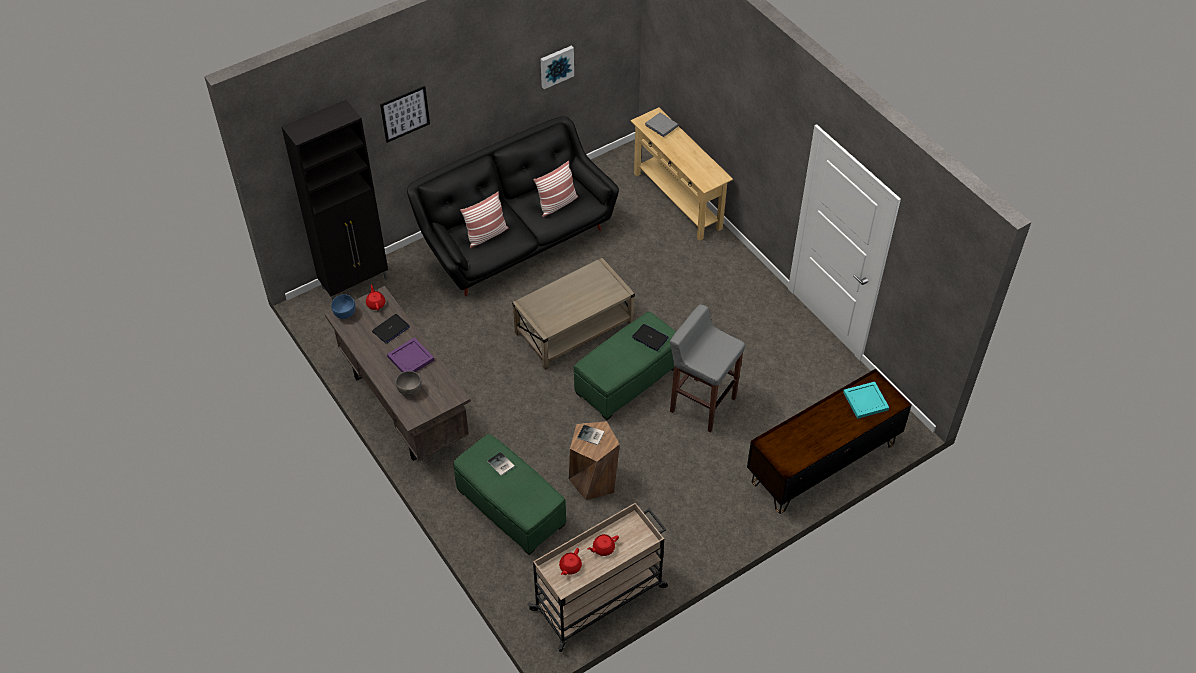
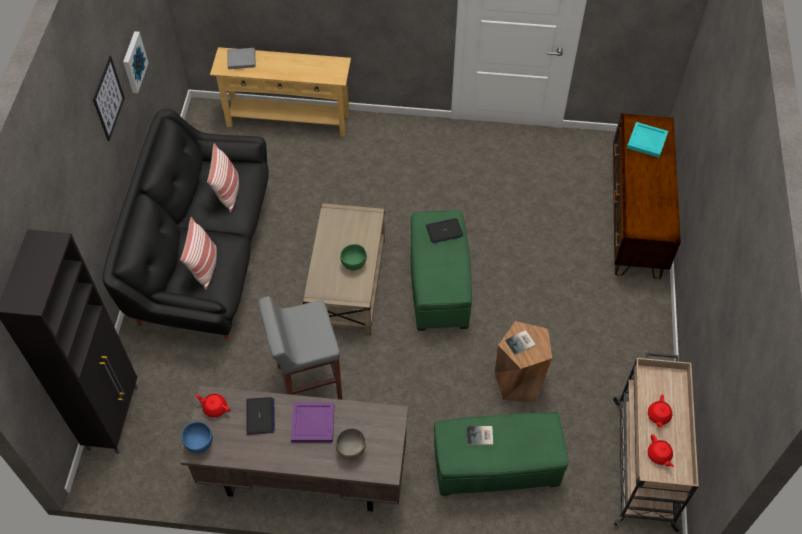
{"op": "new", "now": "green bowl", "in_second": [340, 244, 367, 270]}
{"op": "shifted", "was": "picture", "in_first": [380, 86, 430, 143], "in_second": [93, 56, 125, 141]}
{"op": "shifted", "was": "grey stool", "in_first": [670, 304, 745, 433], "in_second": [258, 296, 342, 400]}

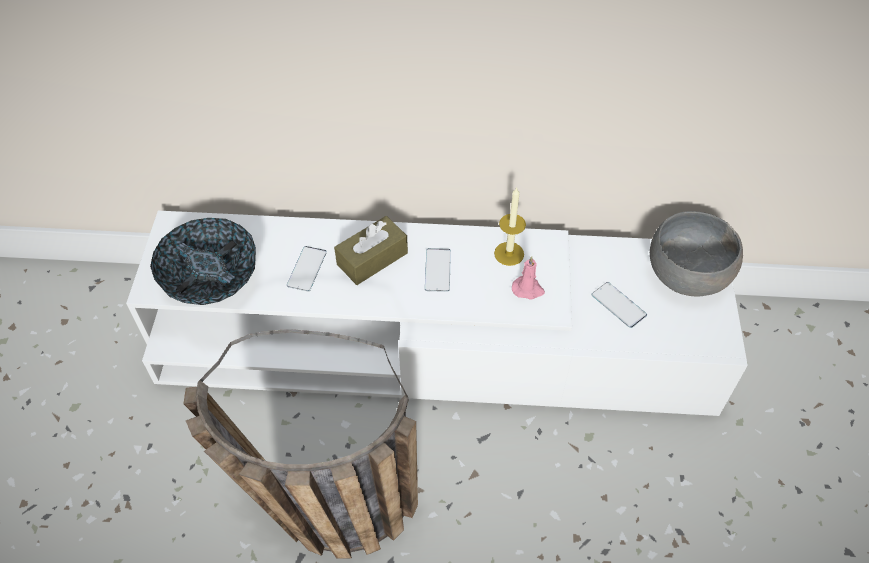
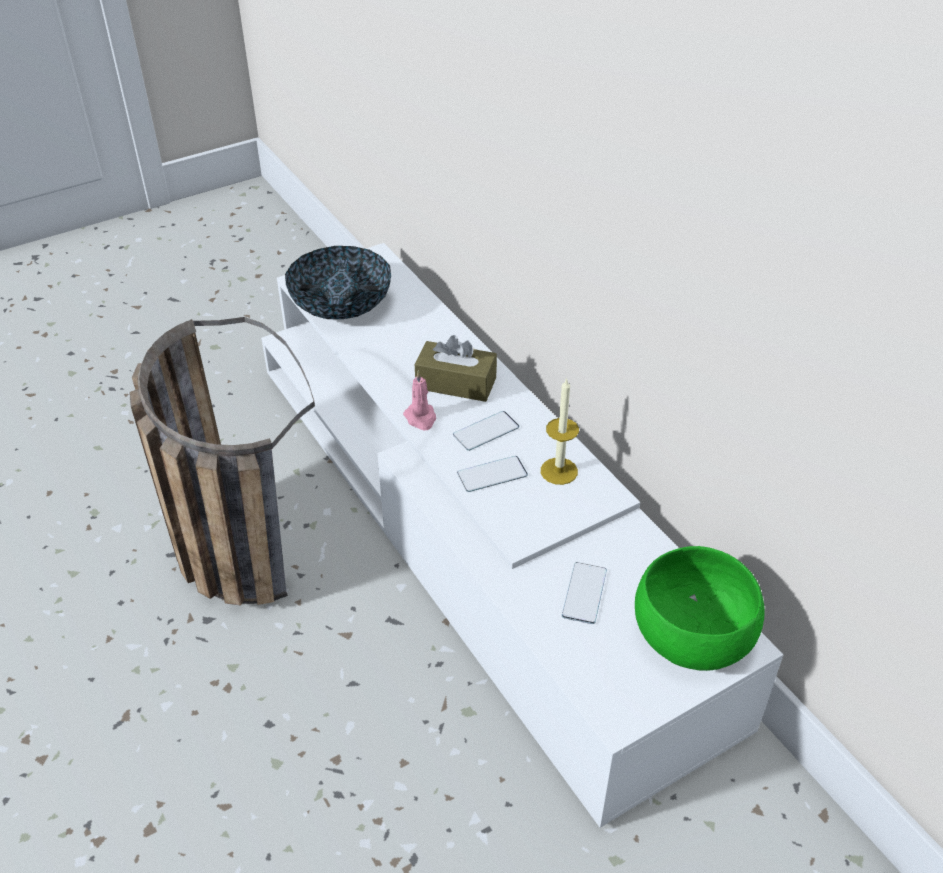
{"op": "shifted", "was": "phone", "in_first": [287, 246, 327, 291], "in_second": [457, 456, 528, 492]}
{"op": "shifted", "was": "pink candle", "in_first": [512, 256, 545, 299], "in_second": [403, 370, 436, 431]}
{"op": "repainted", "was": "grey bowl", "now": "green bowl", "in_first": [650, 211, 743, 296], "in_second": [635, 546, 765, 671]}

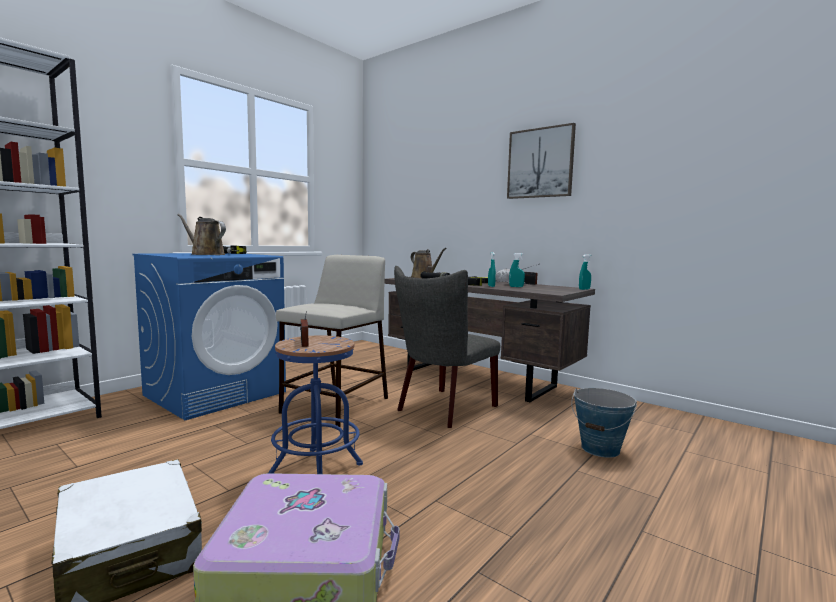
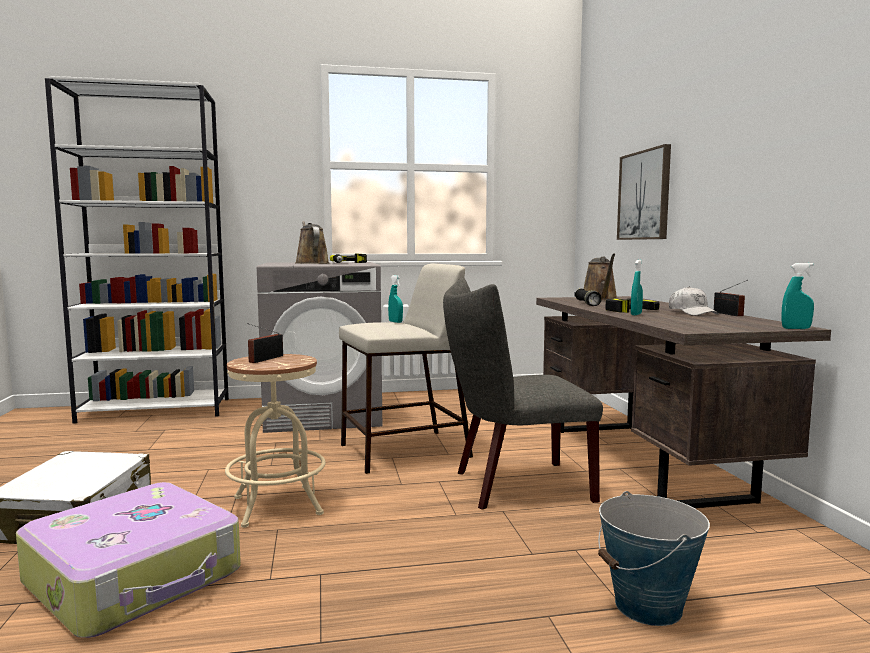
{"op": "shifted", "was": "picture", "in_first": [507, 123, 576, 199], "in_second": [617, 144, 671, 240]}
{"op": "shifted", "was": "turquoise spray bottle", "in_first": [509, 253, 525, 287], "in_second": [388, 275, 403, 323]}
{"op": "repainted", "was": "blue washing machine", "now": "grey washing machine", "in_first": [132, 253, 286, 420], "in_second": [257, 262, 382, 433]}
{"op": "repainted", "was": "blue stool", "now": "beige stool", "in_first": [268, 336, 363, 474], "in_second": [225, 354, 326, 528]}

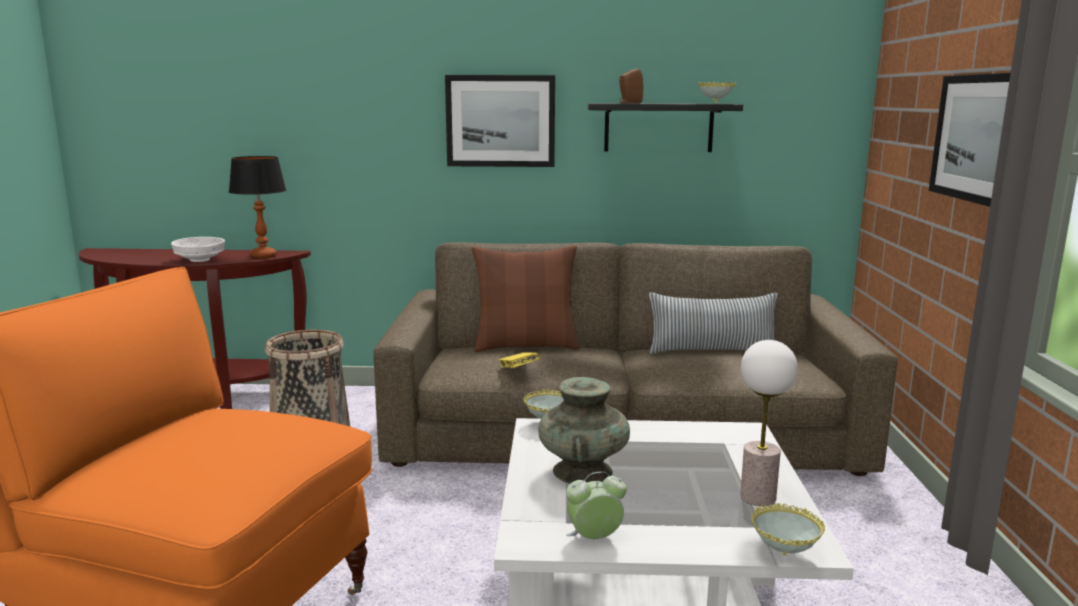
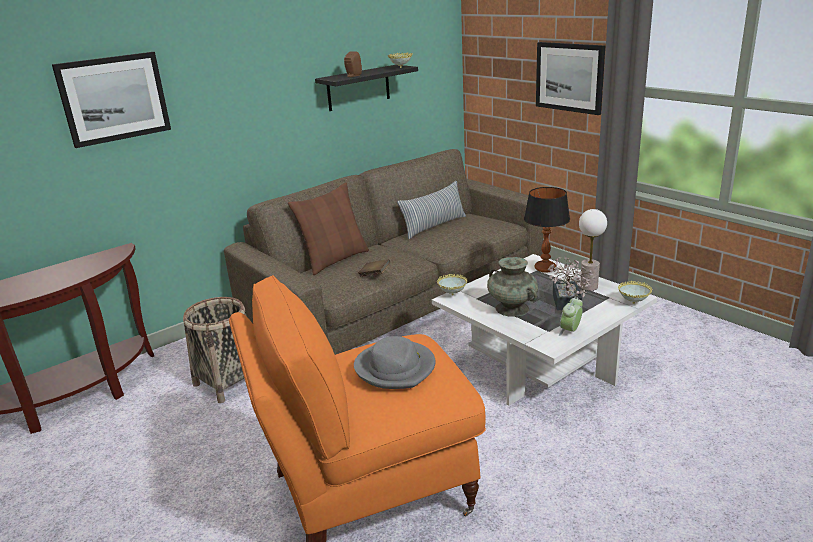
{"op": "gone", "was": "white bowl", "in_first": [171, 237, 225, 262]}
{"op": "new", "now": "grey hat", "in_second": [354, 336, 435, 389]}
{"op": "new", "now": "potted plant", "in_second": [548, 257, 595, 310]}
{"op": "shifted", "was": "table lamp", "in_first": [229, 156, 286, 258], "in_second": [524, 187, 570, 273]}
{"op": "shifted", "was": "picture", "in_first": [445, 75, 555, 167], "in_second": [52, 52, 171, 148]}
{"op": "repainted", "was": "yellow book", "now": "brown book", "in_first": [499, 352, 540, 368], "in_second": [358, 259, 390, 277]}

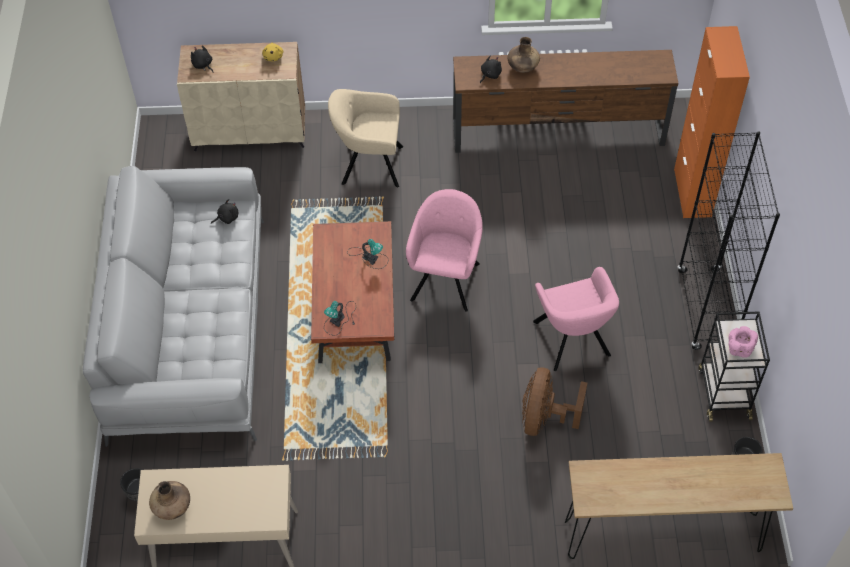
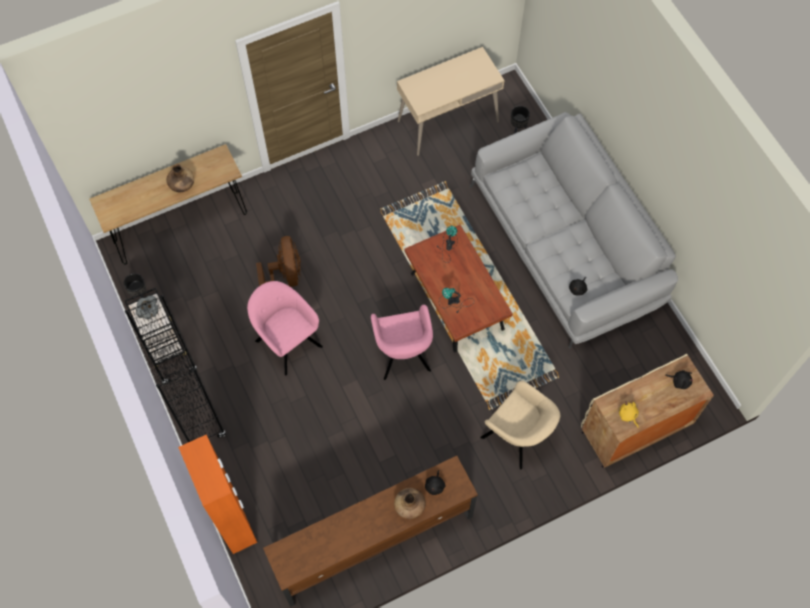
{"op": "shifted", "was": "brown vase", "in_first": [149, 481, 190, 520], "in_second": [167, 164, 194, 192]}
{"op": "repainted", "was": "pink bowl", "now": "grey bowl", "in_first": [729, 326, 758, 358], "in_second": [136, 295, 158, 319]}
{"op": "rotated", "was": "beige armchair", "in_first": [328, 89, 403, 187], "in_second": [480, 381, 560, 469], "clockwise": 60}

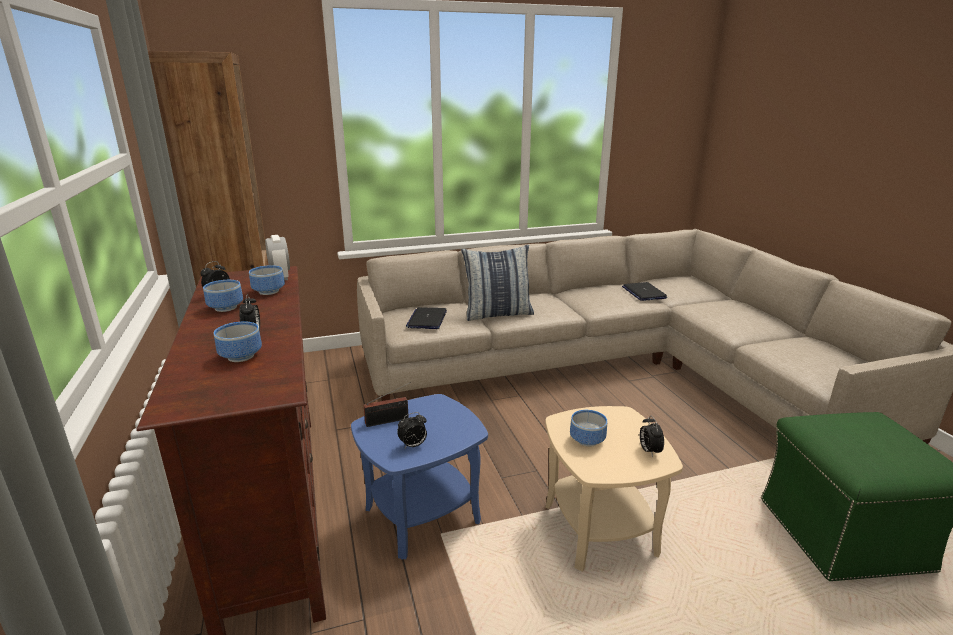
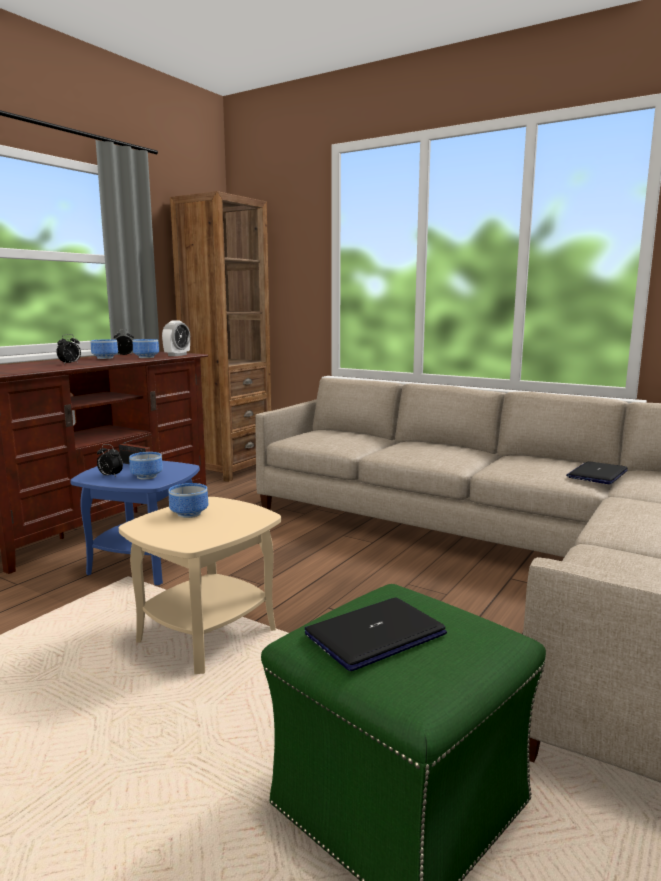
{"op": "gone", "was": "pillow", "in_first": [461, 245, 534, 321]}
{"op": "gone", "was": "alarm clock", "in_first": [640, 416, 664, 458]}
{"op": "shifted", "was": "bowl", "in_first": [214, 322, 262, 362], "in_second": [129, 452, 163, 480]}
{"op": "shifted", "was": "laptop", "in_first": [406, 308, 447, 329], "in_second": [305, 597, 447, 671]}

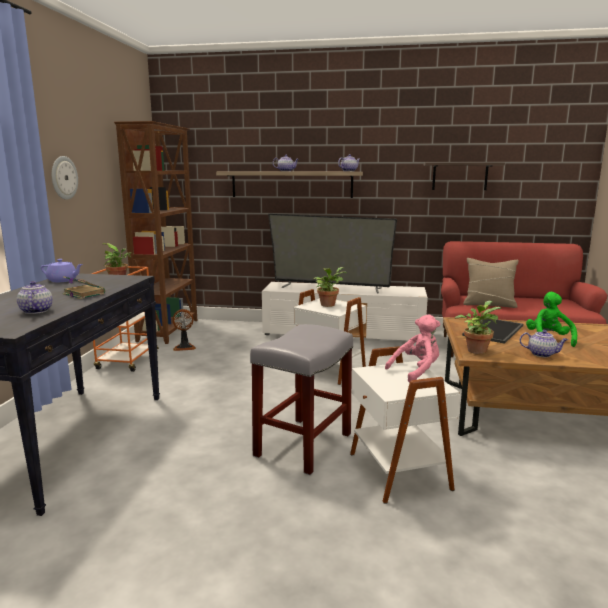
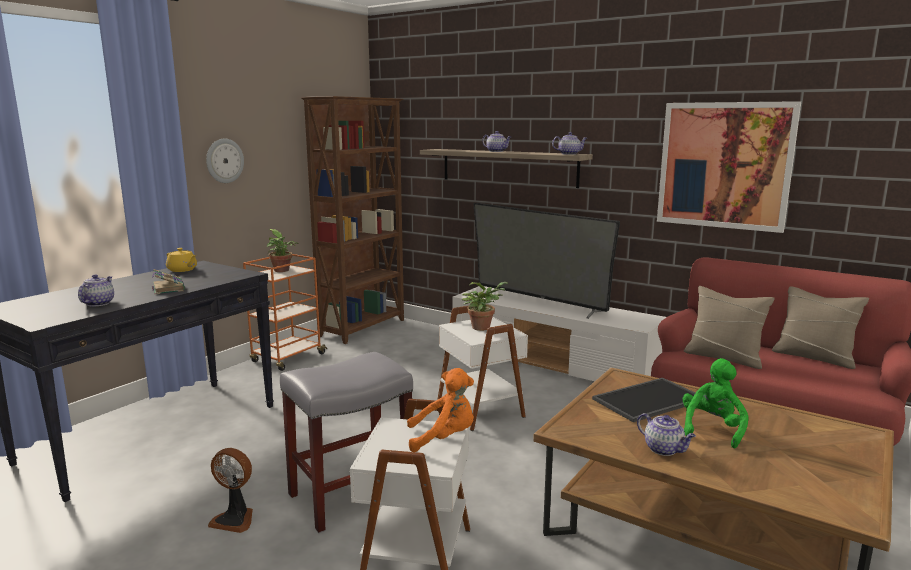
{"op": "gone", "was": "potted plant", "in_first": [455, 301, 501, 354]}
{"op": "new", "now": "beige pillow", "in_second": [772, 286, 869, 369]}
{"op": "shifted", "was": "fan", "in_first": [173, 309, 196, 351], "in_second": [208, 448, 253, 533]}
{"op": "swapped", "was": "shelf", "now": "picture", "in_first": [424, 162, 505, 190], "in_second": [657, 101, 801, 233]}
{"op": "repainted", "was": "purple teapot", "now": "yellow teapot", "in_first": [41, 259, 83, 282], "in_second": [166, 248, 197, 272]}
{"op": "repainted", "was": "pink plush toy", "now": "orange plush toy", "in_first": [385, 314, 440, 383], "in_second": [407, 368, 474, 452]}

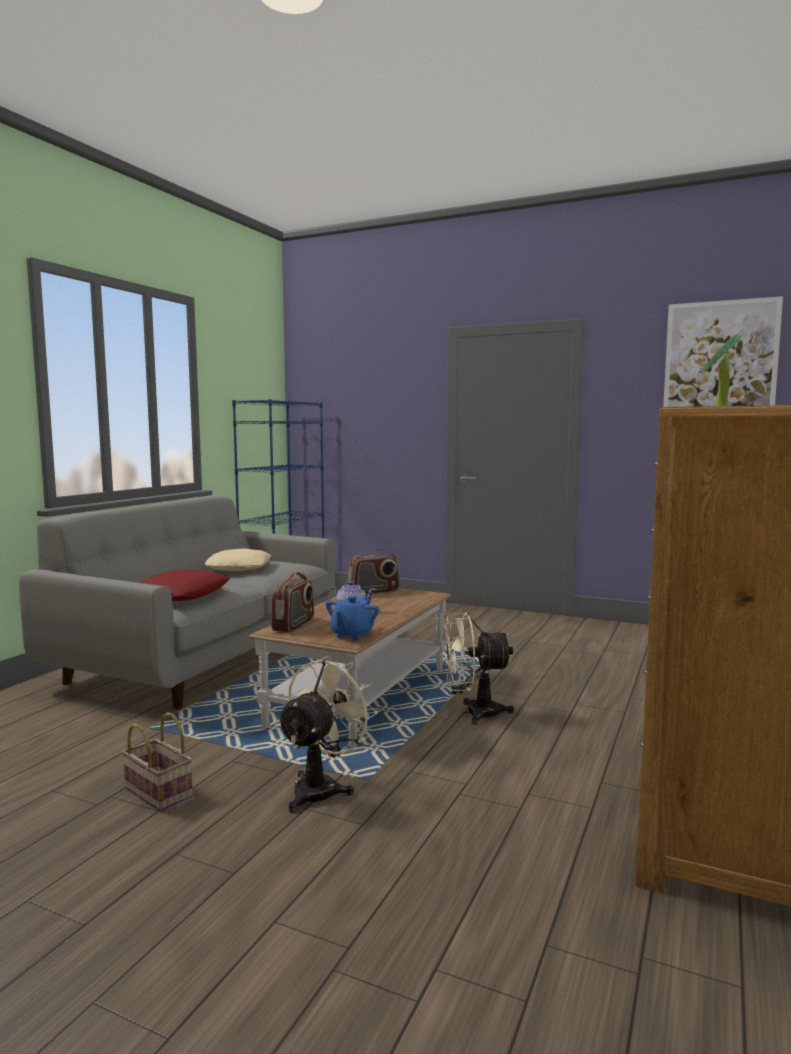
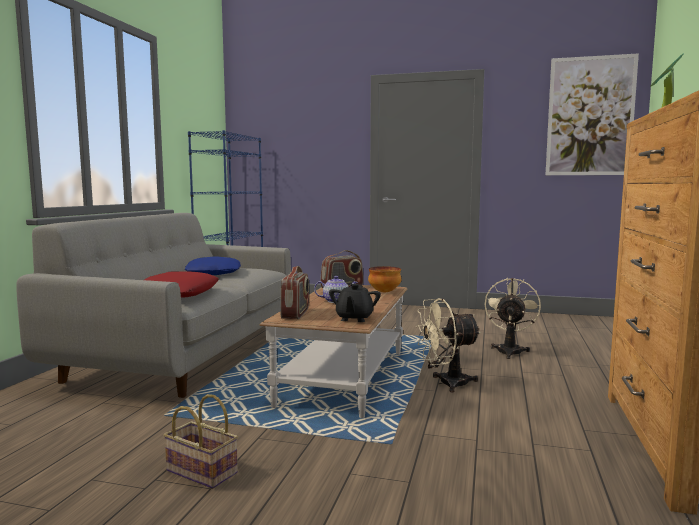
{"op": "new", "now": "bowl", "in_second": [368, 266, 401, 293]}
{"op": "shifted", "was": "beige fan", "in_first": [276, 656, 378, 813], "in_second": [485, 277, 541, 359]}
{"op": "repainted", "was": "beige pillow", "now": "blue pillow", "in_first": [205, 549, 271, 571], "in_second": [185, 256, 241, 275]}
{"op": "repainted", "was": "blue teapot", "now": "black teapot", "in_first": [326, 596, 379, 640], "in_second": [329, 284, 381, 322]}

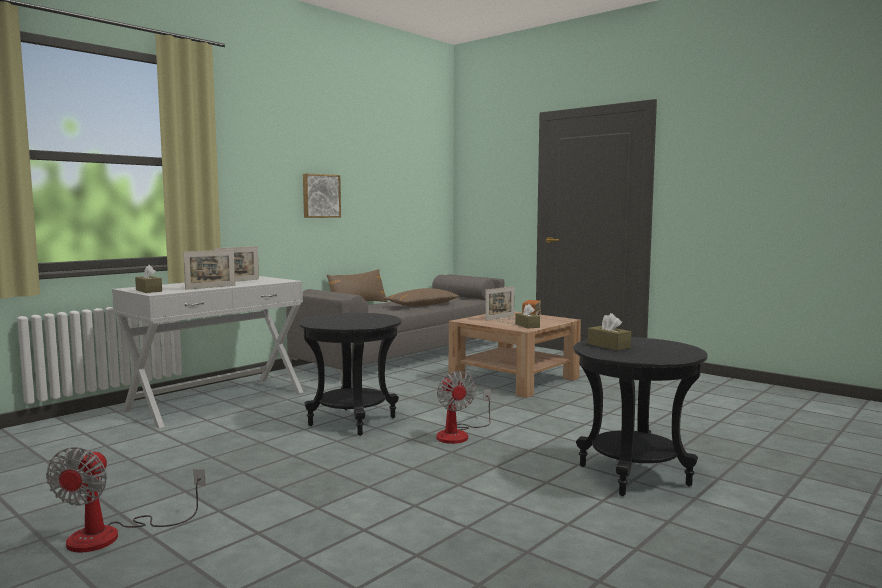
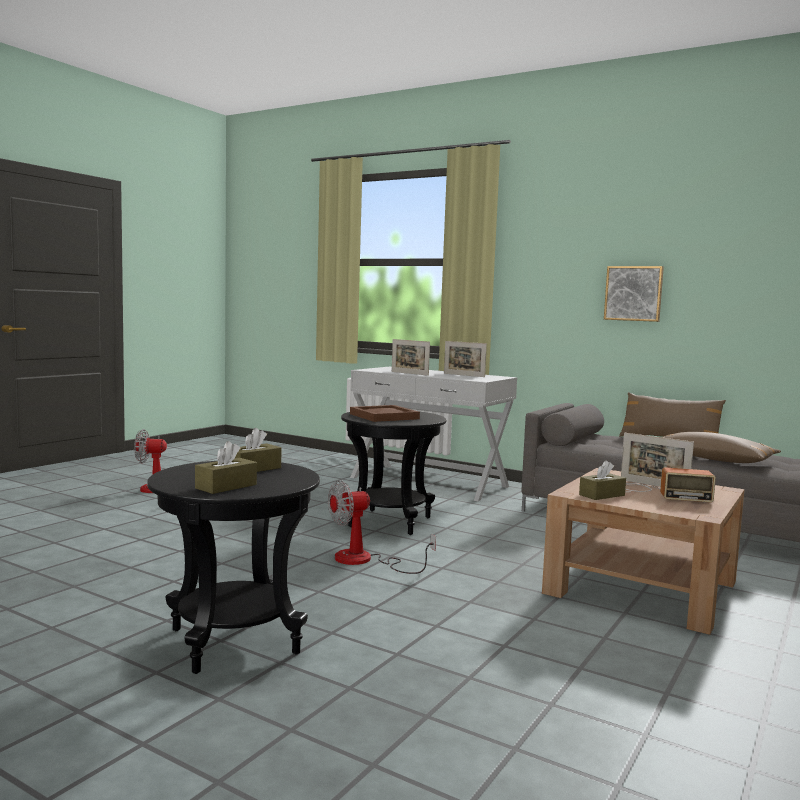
{"op": "new", "now": "brown tray", "in_second": [350, 405, 420, 422]}
{"op": "shifted", "was": "brown tissue box", "in_first": [135, 265, 162, 293], "in_second": [195, 441, 257, 494]}

